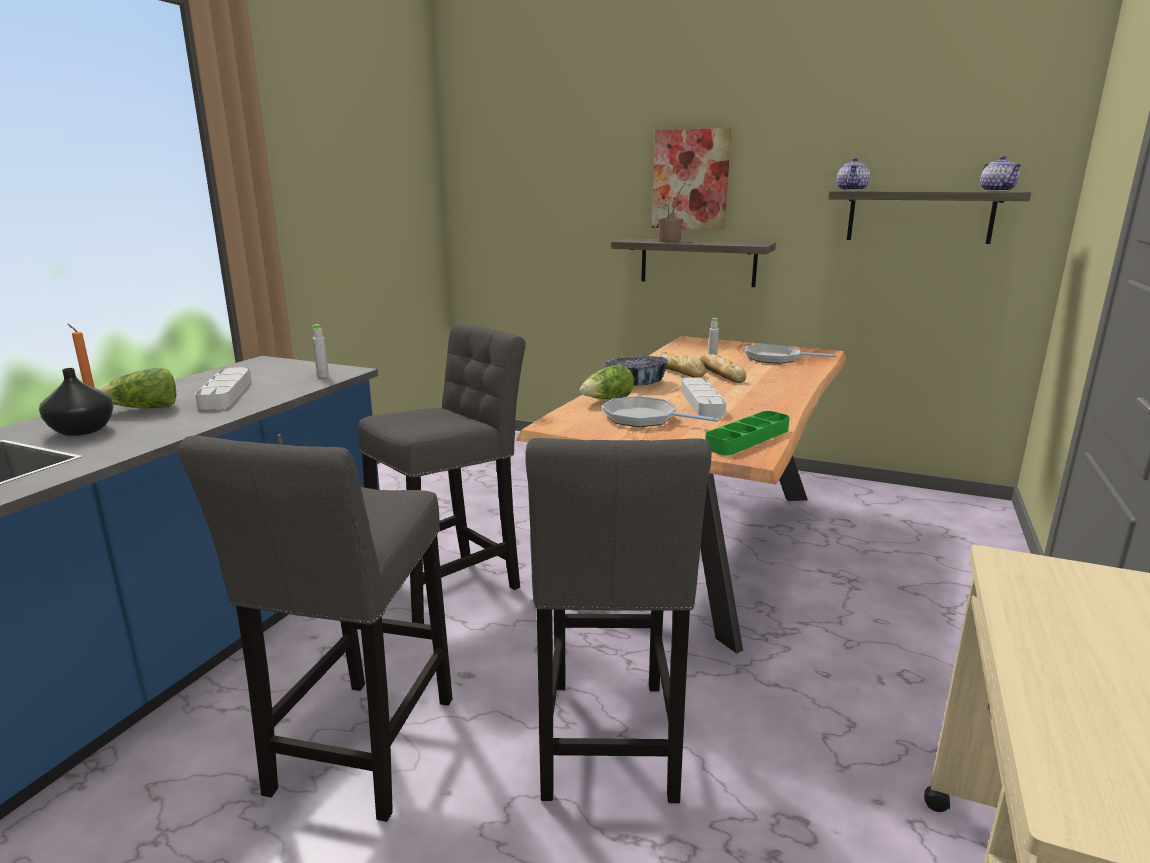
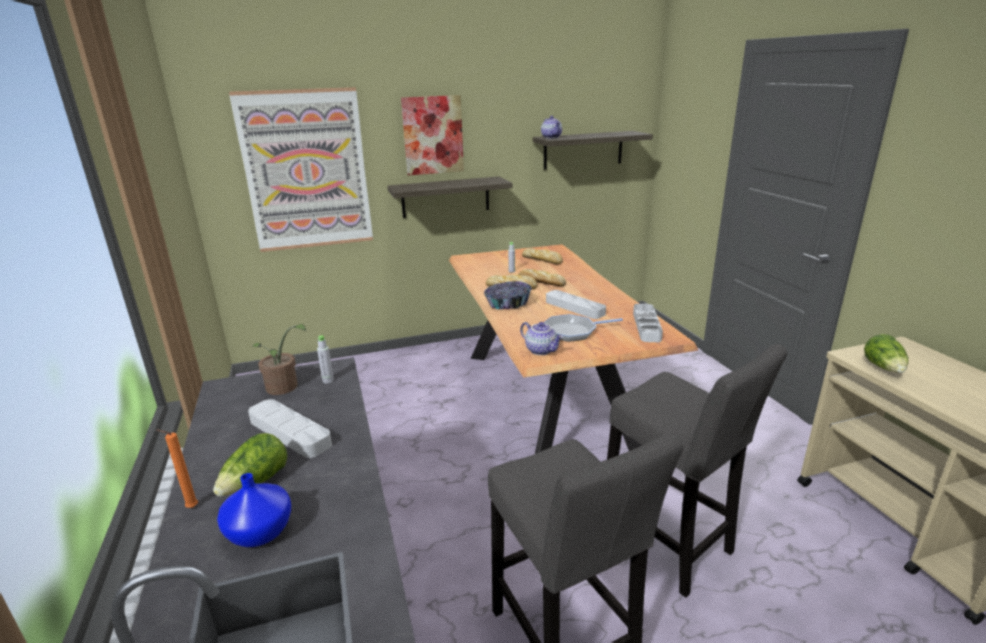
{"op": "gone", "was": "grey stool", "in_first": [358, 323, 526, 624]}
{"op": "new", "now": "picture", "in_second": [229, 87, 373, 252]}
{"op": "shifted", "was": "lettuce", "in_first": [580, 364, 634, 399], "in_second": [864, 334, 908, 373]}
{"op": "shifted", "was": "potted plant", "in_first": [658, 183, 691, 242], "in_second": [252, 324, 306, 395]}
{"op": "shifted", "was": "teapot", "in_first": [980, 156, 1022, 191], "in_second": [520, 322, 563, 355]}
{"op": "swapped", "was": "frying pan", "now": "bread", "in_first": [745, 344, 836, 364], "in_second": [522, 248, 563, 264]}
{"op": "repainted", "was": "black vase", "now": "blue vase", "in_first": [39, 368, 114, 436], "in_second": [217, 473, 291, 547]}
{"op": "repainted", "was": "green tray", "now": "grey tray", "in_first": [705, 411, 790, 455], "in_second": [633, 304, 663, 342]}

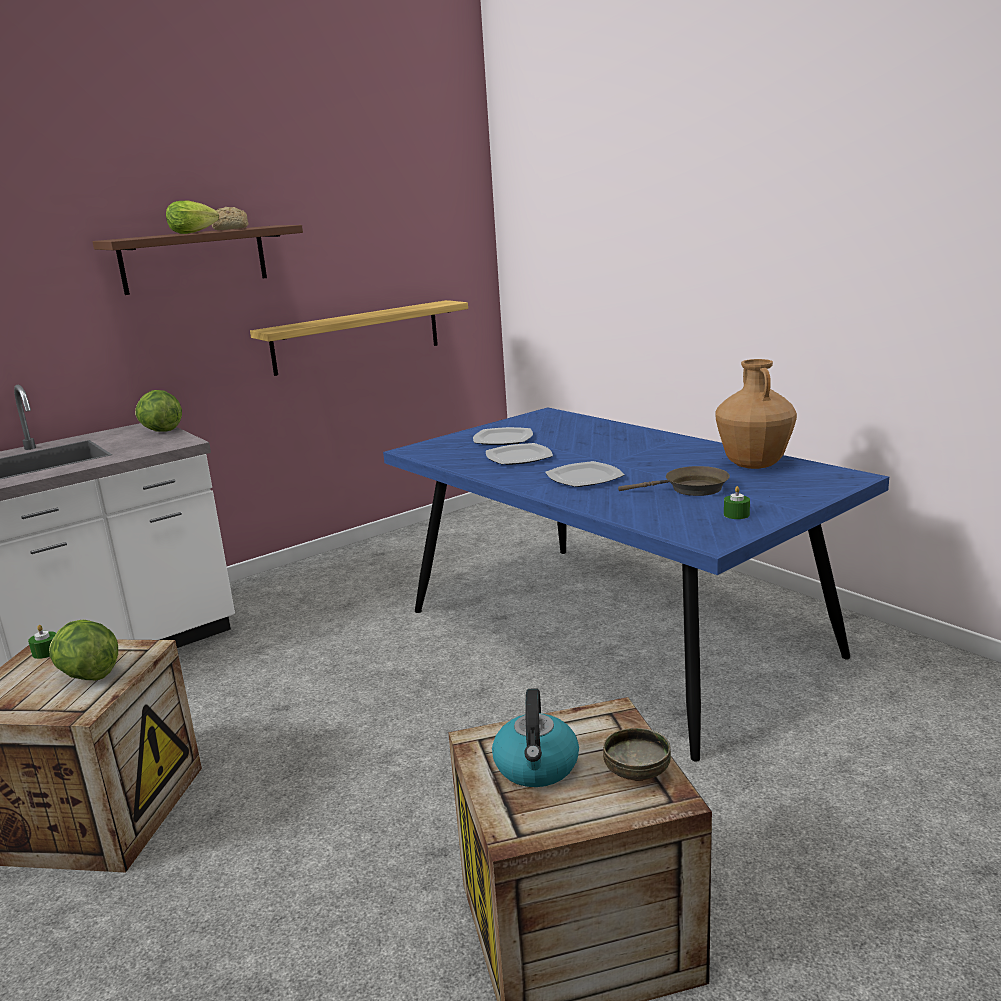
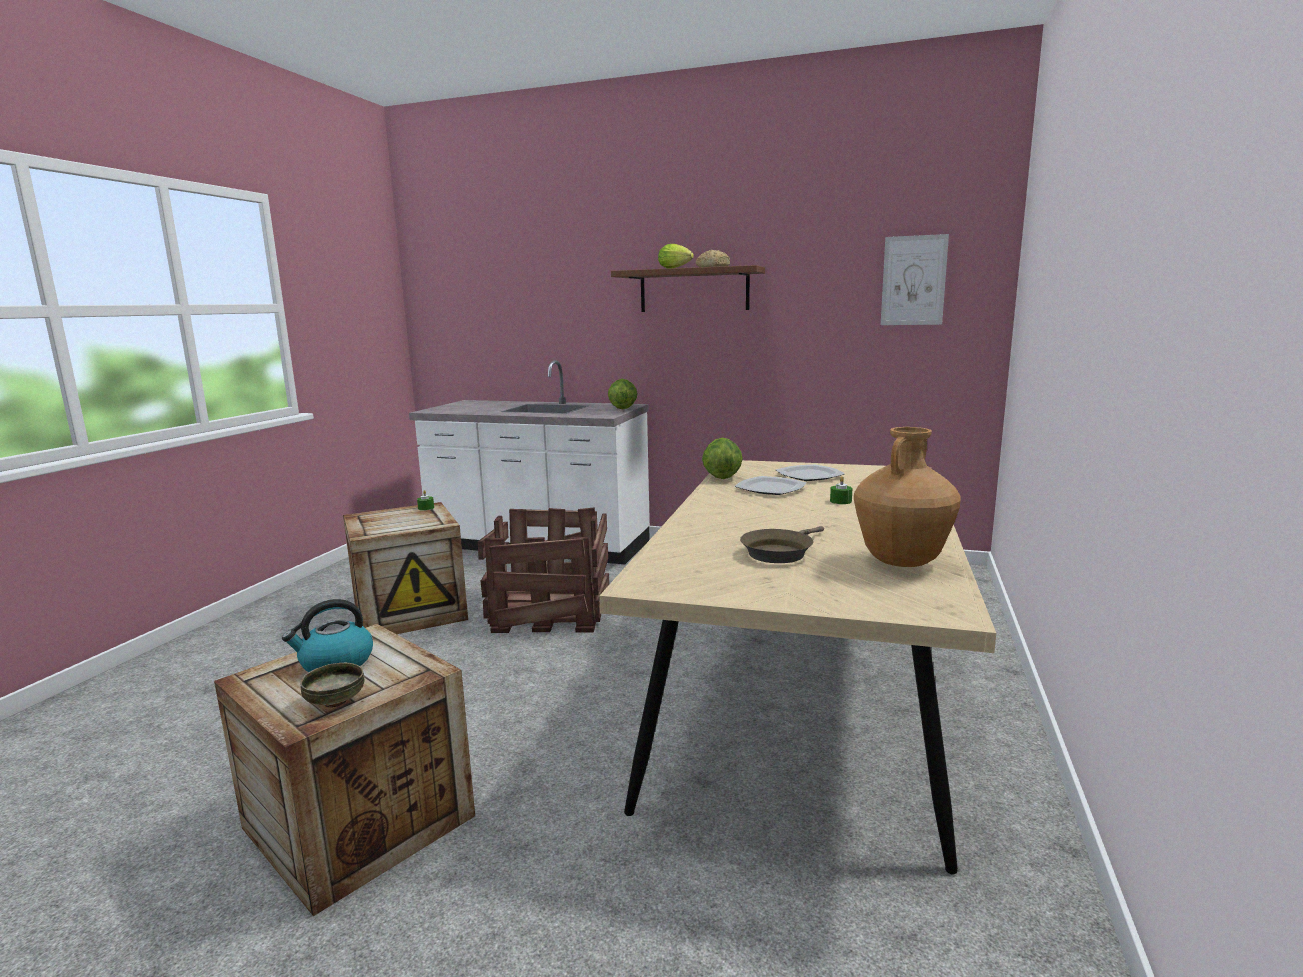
{"op": "gone", "was": "shelf", "in_first": [250, 300, 468, 376]}
{"op": "gone", "was": "plate", "in_first": [546, 461, 625, 487]}
{"op": "new", "now": "crate", "in_second": [478, 507, 609, 633]}
{"op": "new", "now": "picture", "in_second": [881, 234, 949, 325]}
{"op": "shifted", "was": "lettuce", "in_first": [49, 620, 118, 681], "in_second": [702, 438, 743, 479]}
{"op": "shifted", "was": "green candle", "in_first": [724, 486, 750, 519], "in_second": [830, 477, 852, 504]}
{"op": "repainted", "was": "blue dining table", "now": "beige dining table", "in_first": [383, 407, 889, 762], "in_second": [599, 460, 996, 875]}
{"op": "rotated", "was": "brown frying pan", "in_first": [618, 466, 730, 496], "in_second": [740, 526, 824, 563], "clockwise": 75}

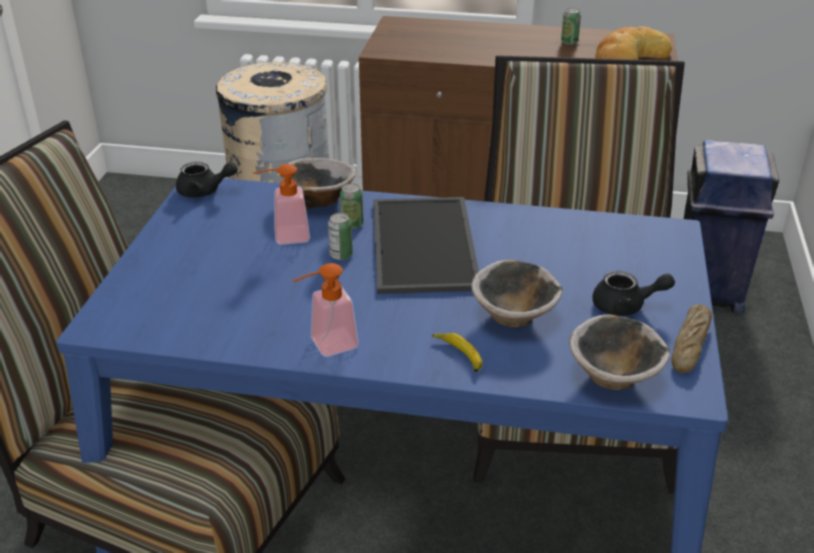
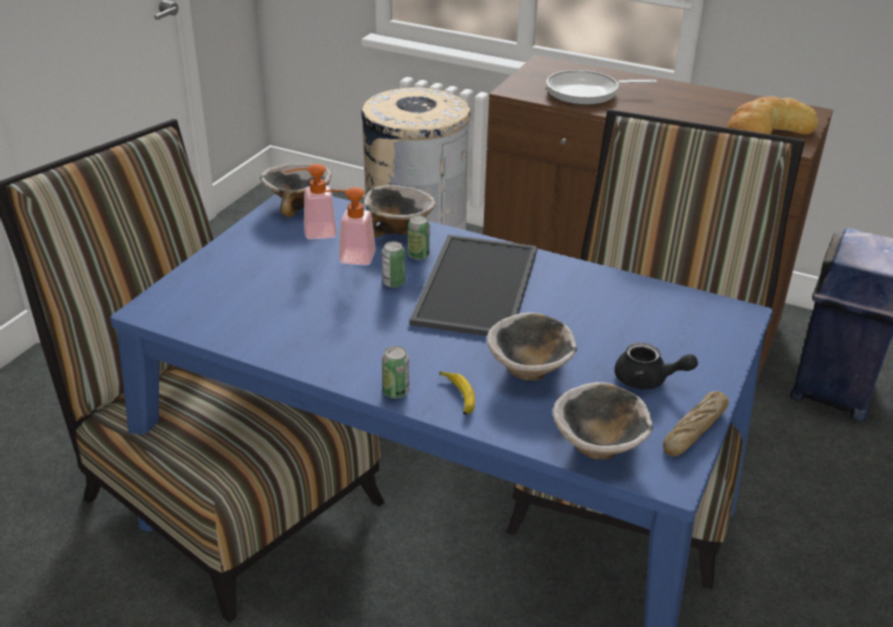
{"op": "new", "now": "frying pan", "in_second": [546, 70, 657, 105]}
{"op": "shifted", "was": "soap dispenser", "in_first": [292, 263, 359, 357], "in_second": [285, 164, 337, 240]}
{"op": "shifted", "was": "can", "in_first": [561, 8, 581, 45], "in_second": [382, 346, 409, 399]}
{"op": "swapped", "was": "black teapot", "now": "bowl", "in_first": [176, 162, 238, 197], "in_second": [260, 164, 332, 217]}

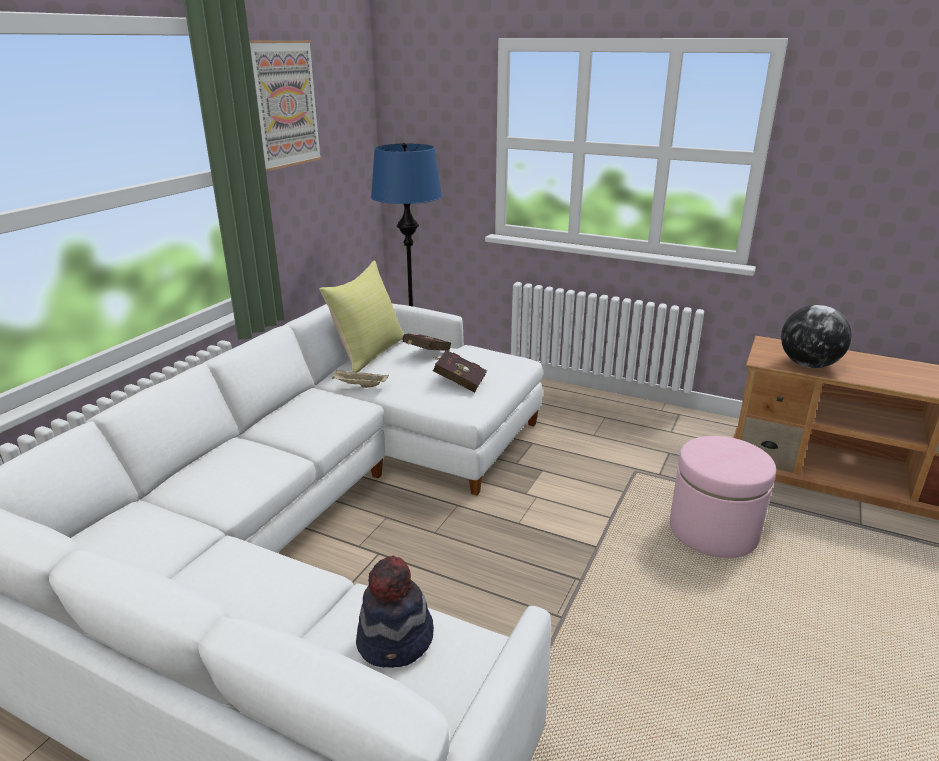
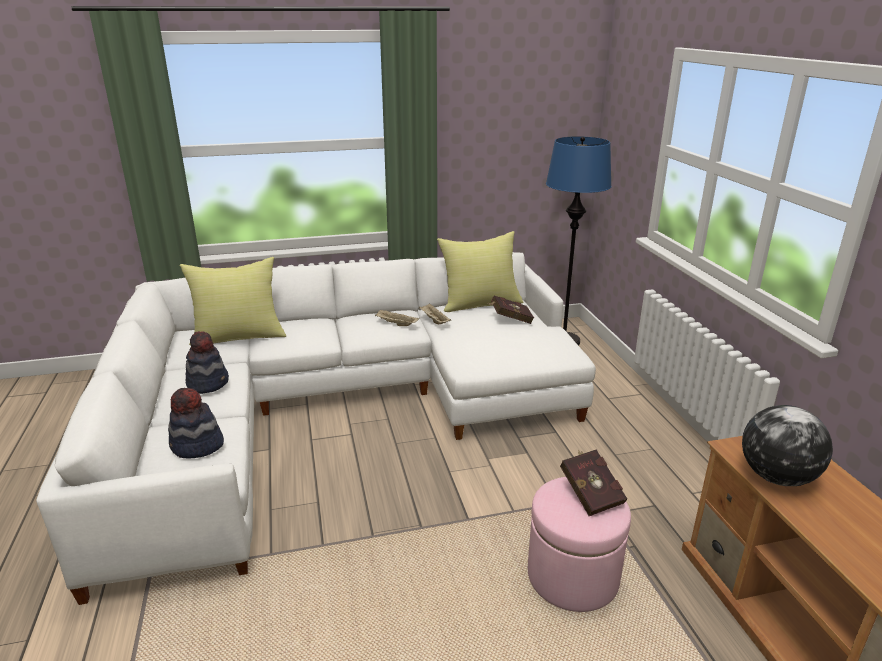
{"op": "gone", "was": "picture", "in_first": [249, 40, 322, 171]}
{"op": "new", "now": "yellow pillow", "in_second": [180, 257, 286, 345]}
{"op": "new", "now": "hat", "in_second": [186, 331, 229, 394]}
{"op": "new", "now": "beige tray", "in_second": [375, 309, 420, 326]}
{"op": "shifted", "was": "red book", "in_first": [433, 350, 487, 392], "in_second": [560, 450, 627, 516]}

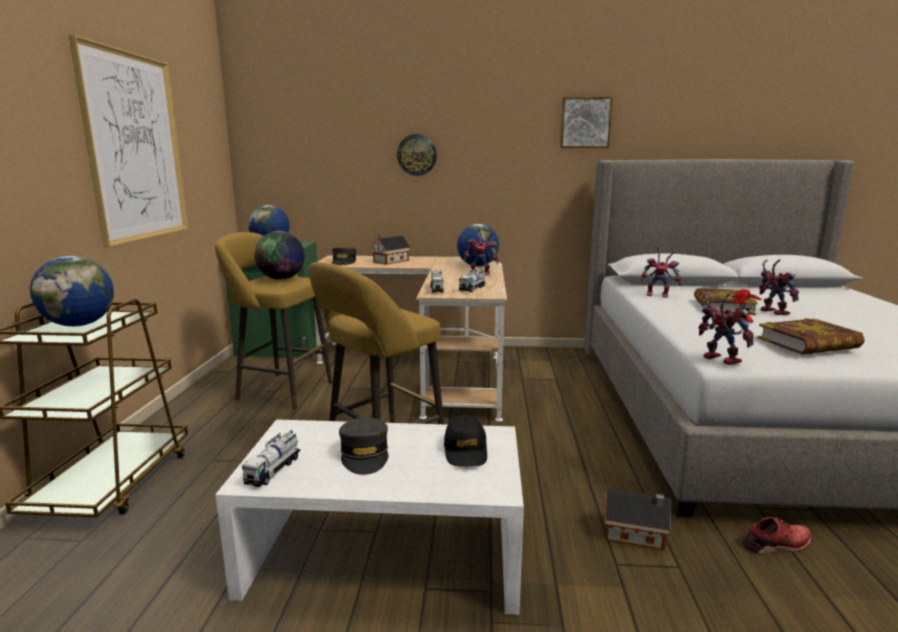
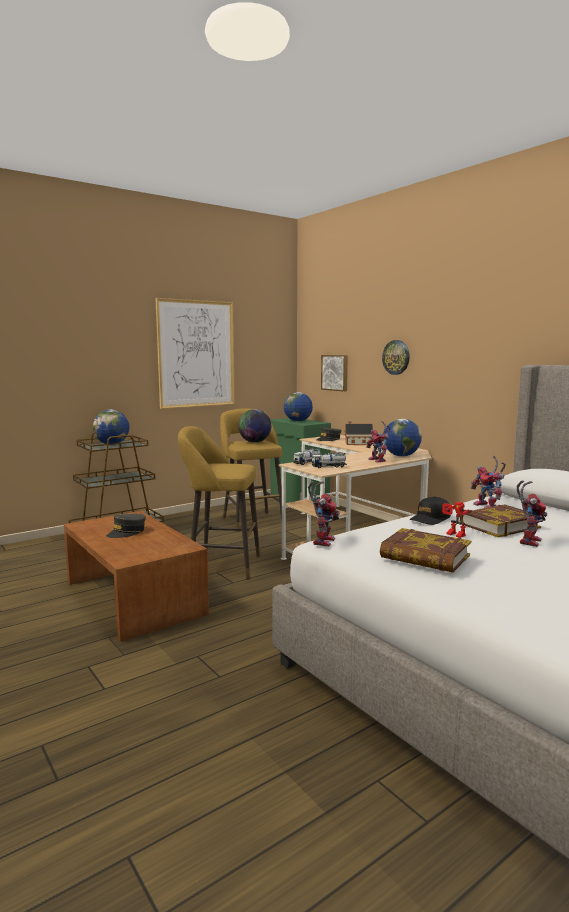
{"op": "gone", "was": "toy truck", "in_first": [242, 430, 301, 487]}
{"op": "gone", "was": "toy house", "in_first": [605, 489, 671, 550]}
{"op": "gone", "was": "red shoe", "in_first": [743, 517, 811, 554]}
{"op": "shifted", "was": "black cap", "in_first": [444, 415, 487, 466], "in_second": [410, 497, 451, 525]}
{"op": "shifted", "was": "picture", "in_first": [560, 97, 613, 148], "in_second": [321, 355, 348, 391]}
{"op": "repainted", "was": "white coffee table", "now": "brown coffee table", "in_first": [215, 420, 524, 615], "in_second": [64, 511, 209, 642]}

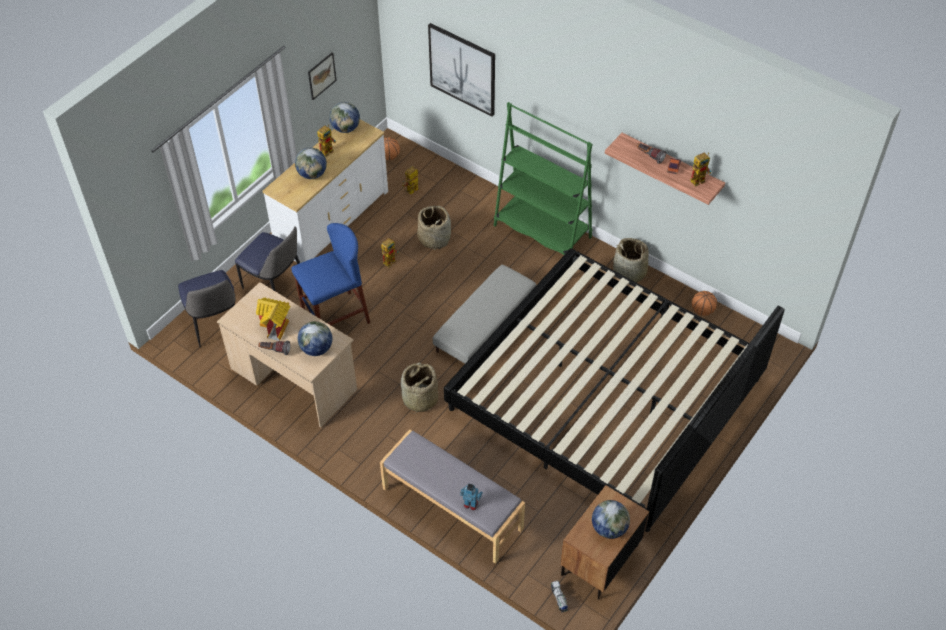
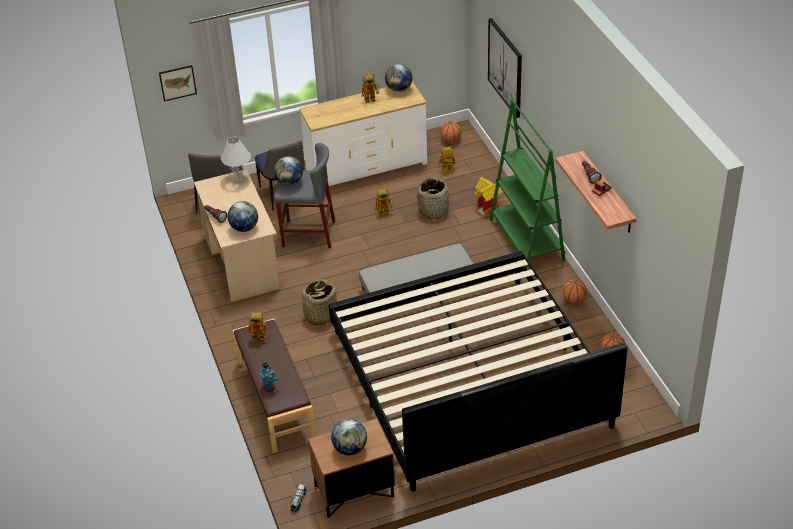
{"op": "new", "now": "white table lamp", "in_second": [221, 137, 251, 182]}
{"op": "shifted", "was": "toy house", "in_first": [256, 297, 291, 341], "in_second": [475, 177, 503, 215]}
{"op": "shifted", "was": "globe", "in_first": [295, 148, 327, 179], "in_second": [274, 156, 303, 186]}
{"op": "shifted", "was": "picture", "in_first": [308, 52, 337, 100], "in_second": [159, 65, 197, 102]}
{"op": "shifted", "was": "toy robot", "in_first": [690, 152, 712, 187], "in_second": [248, 312, 271, 342]}
{"op": "swapped", "was": "basket", "now": "basketball", "in_first": [612, 238, 652, 283], "in_second": [563, 279, 587, 303]}
{"op": "repainted", "was": "blue stool", "now": "grey stool", "in_first": [291, 223, 370, 325], "in_second": [274, 143, 335, 248]}
{"op": "repainted", "was": "grey bench", "now": "brown bench", "in_first": [380, 429, 525, 564], "in_second": [233, 319, 316, 453]}

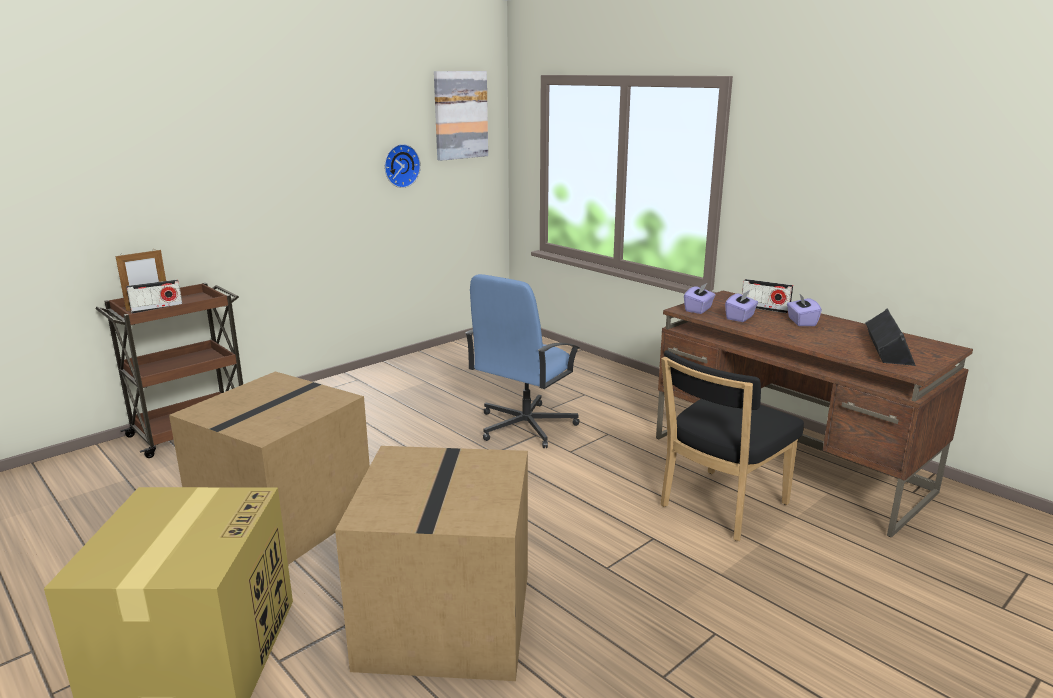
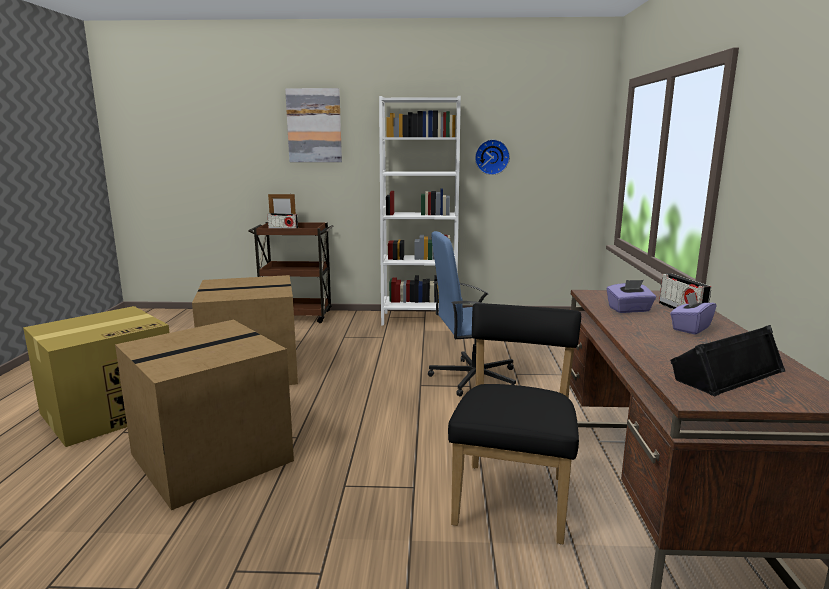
{"op": "gone", "was": "purple tissue box", "in_first": [684, 283, 715, 314]}
{"op": "new", "now": "white bookcase", "in_second": [379, 96, 461, 325]}
{"op": "shifted", "was": "picture", "in_first": [434, 71, 488, 161], "in_second": [285, 88, 342, 162]}
{"op": "rotated", "was": "black chair", "in_first": [660, 350, 804, 541], "in_second": [448, 303, 581, 544], "clockwise": 105}

